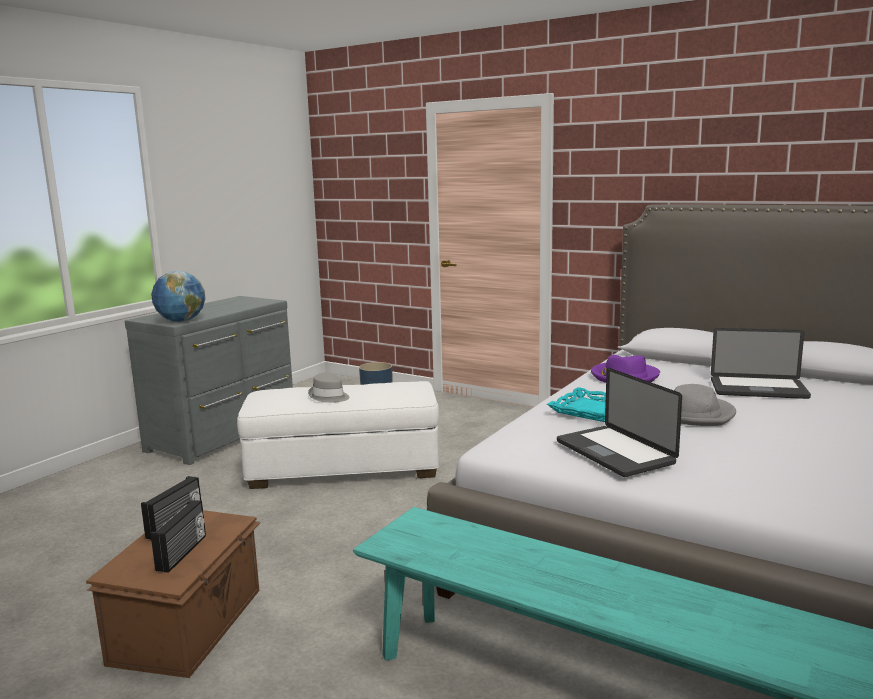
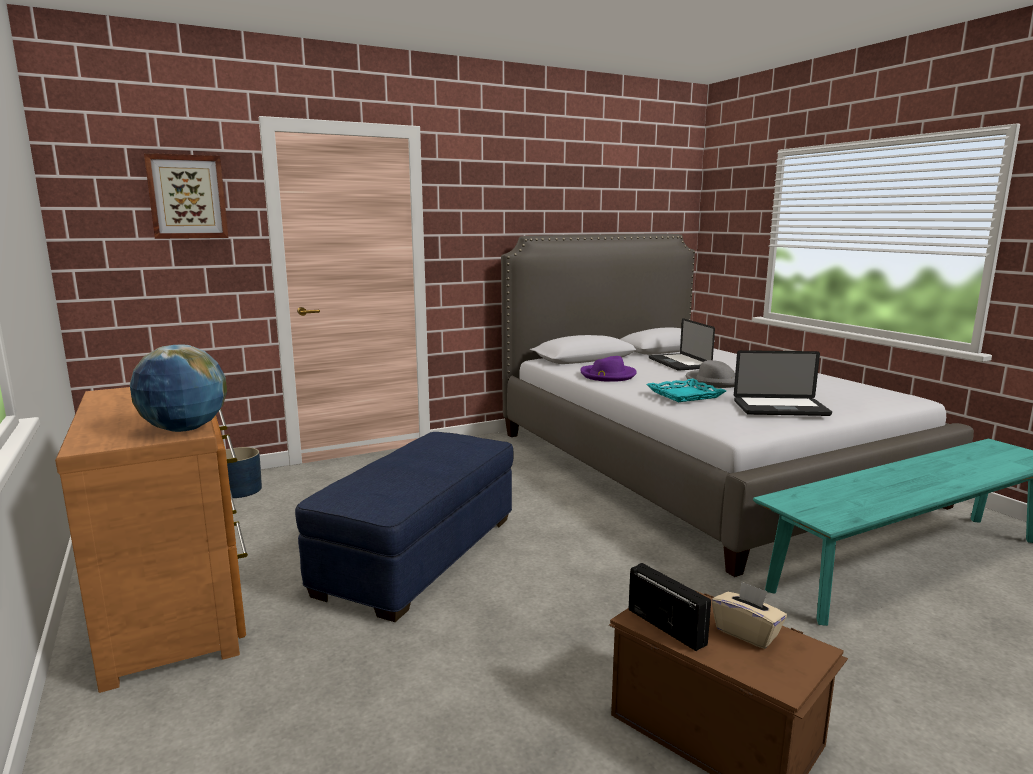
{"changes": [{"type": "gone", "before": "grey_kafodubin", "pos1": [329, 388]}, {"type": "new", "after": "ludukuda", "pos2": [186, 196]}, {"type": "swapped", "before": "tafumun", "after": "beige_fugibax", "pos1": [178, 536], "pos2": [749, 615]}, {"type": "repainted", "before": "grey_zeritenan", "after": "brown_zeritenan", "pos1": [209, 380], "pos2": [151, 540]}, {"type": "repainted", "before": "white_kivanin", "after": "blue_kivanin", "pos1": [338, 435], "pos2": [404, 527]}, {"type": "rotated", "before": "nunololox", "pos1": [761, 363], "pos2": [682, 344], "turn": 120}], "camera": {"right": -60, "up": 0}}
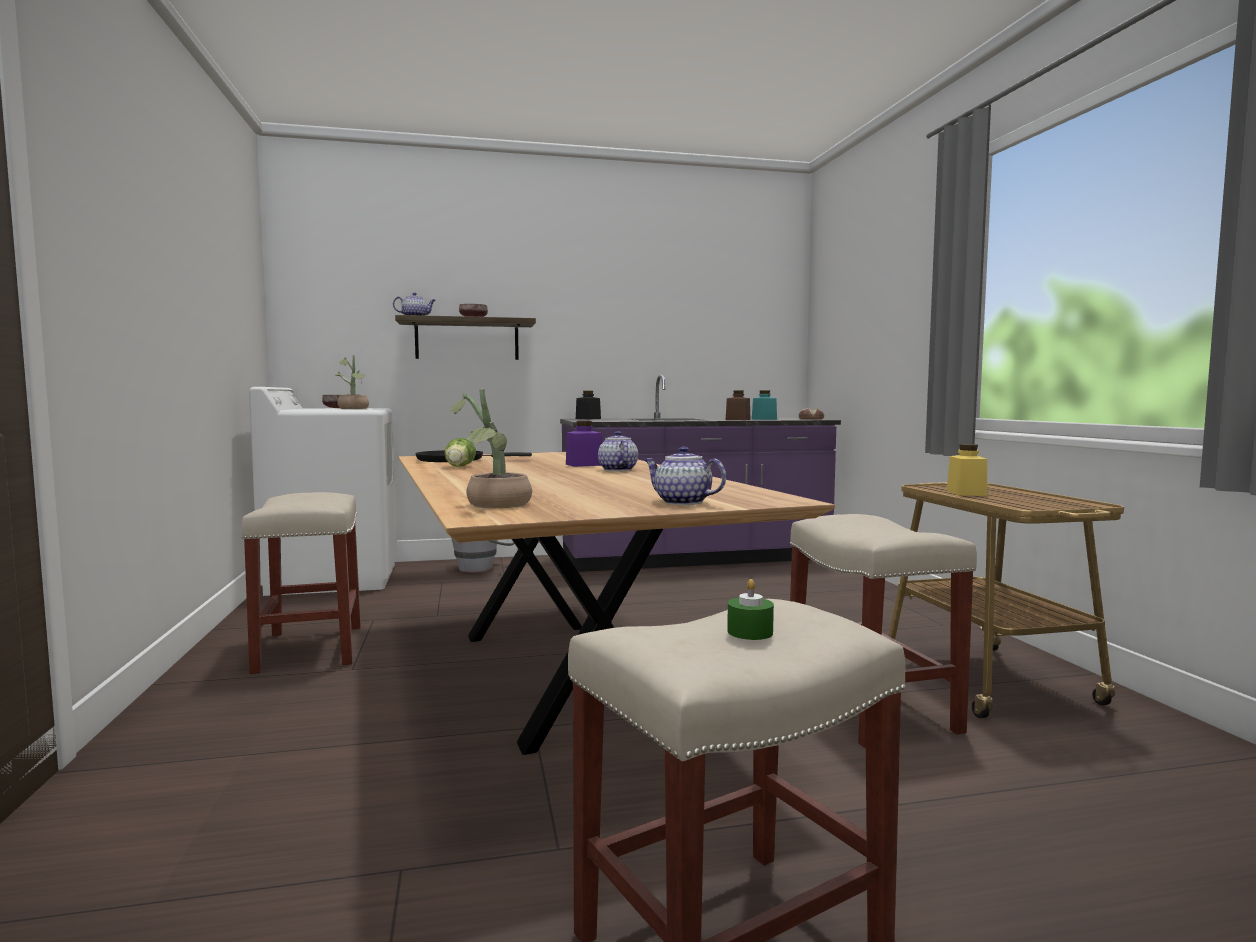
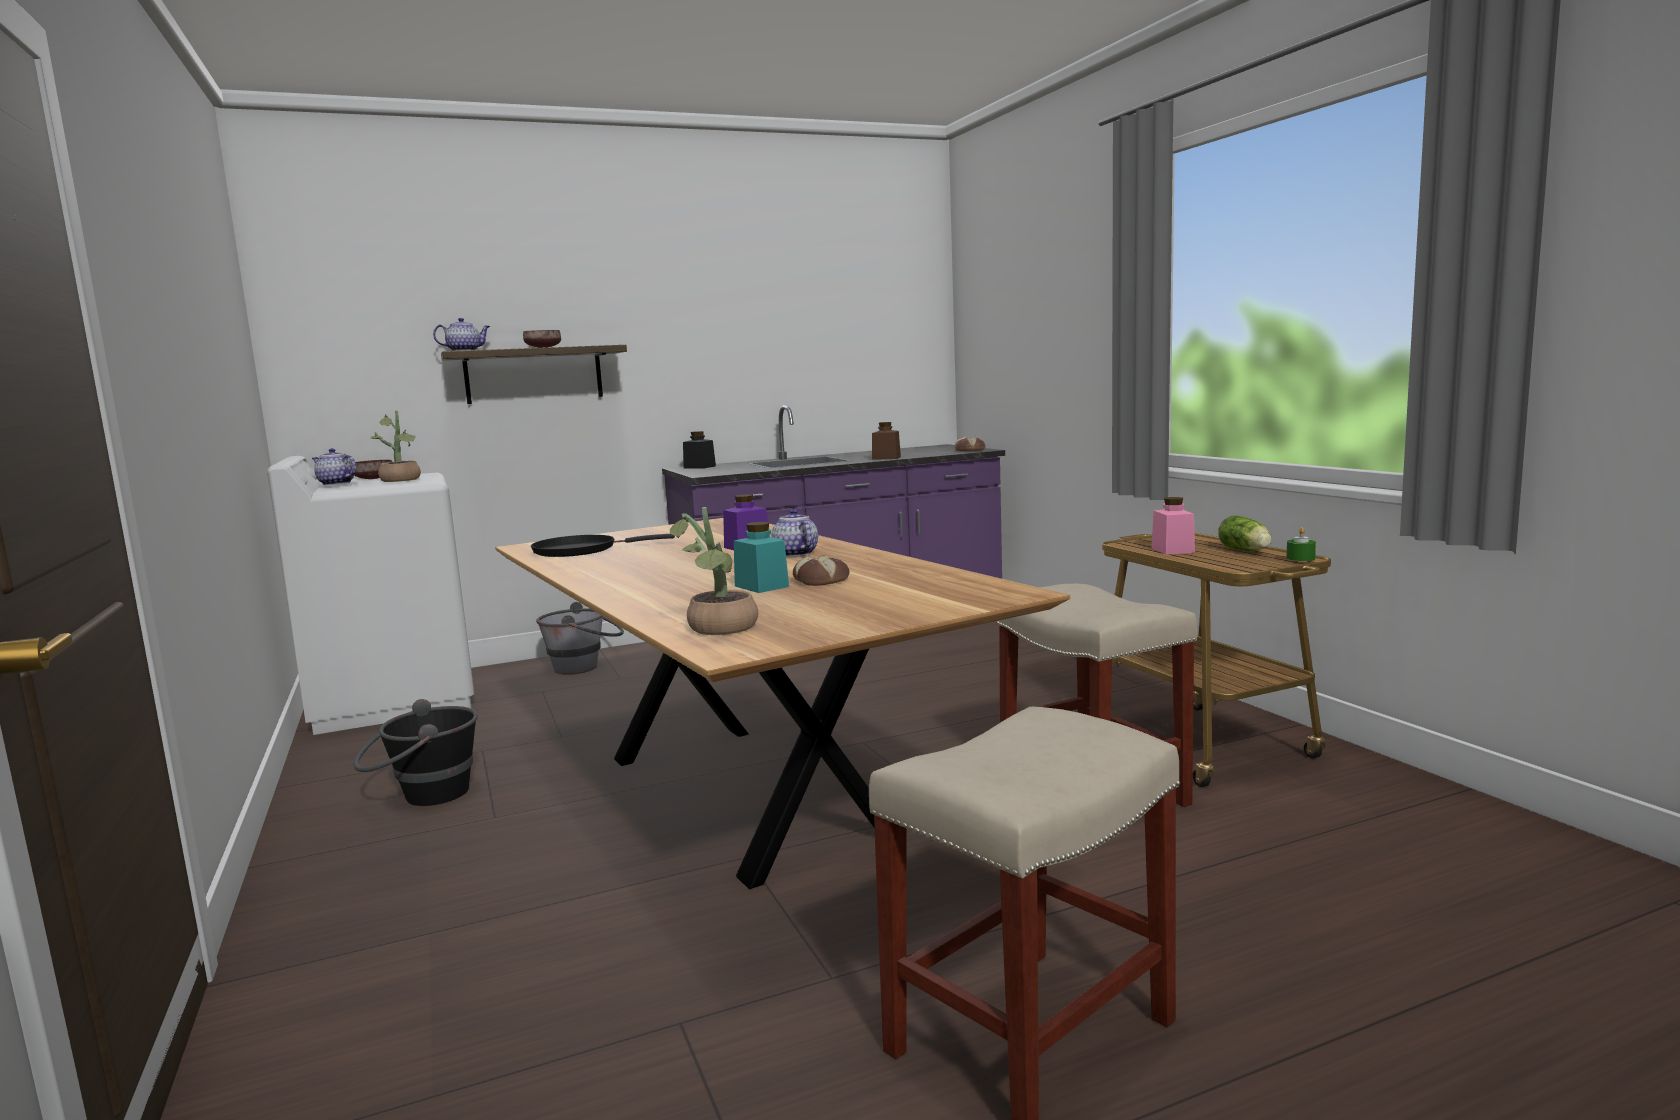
{"changes": [{"type": "new", "after": "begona", "pos2": [821, 570]}, {"type": "shifted", "before": "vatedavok", "pos1": [460, 452], "pos2": [1245, 533]}, {"type": "shifted", "before": "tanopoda", "pos1": [685, 475], "pos2": [334, 466]}, {"type": "shifted", "before": "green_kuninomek", "pos1": [750, 609], "pos2": [1301, 544]}, {"type": "shifted", "before": "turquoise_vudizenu", "pos1": [764, 405], "pos2": [761, 557]}, {"type": "swapped", "before": "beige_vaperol", "after": "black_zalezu", "pos1": [301, 583], "pos2": [415, 752]}, {"type": "repainted", "before": "yellow_vudizenu", "after": "pink_vudizenu", "pos1": [967, 470], "pos2": [1173, 526]}], "camera": {"right": -10, "up": 5}}
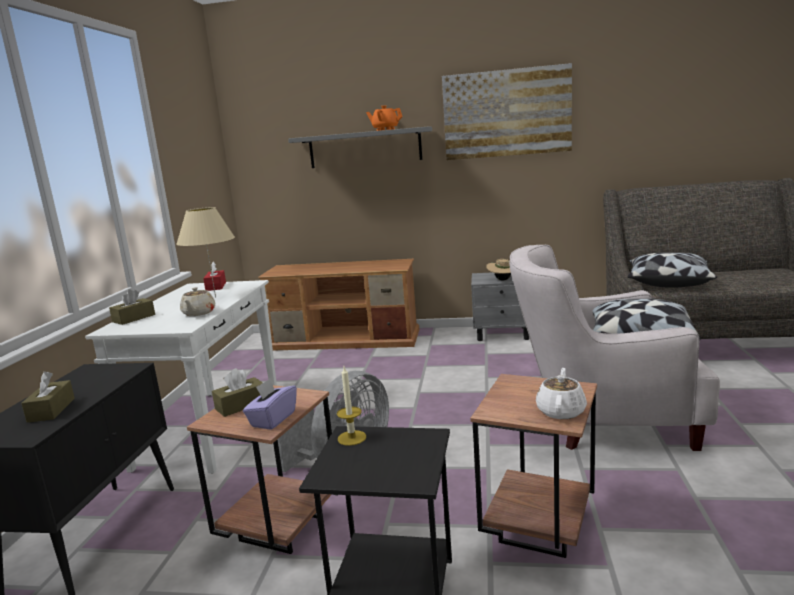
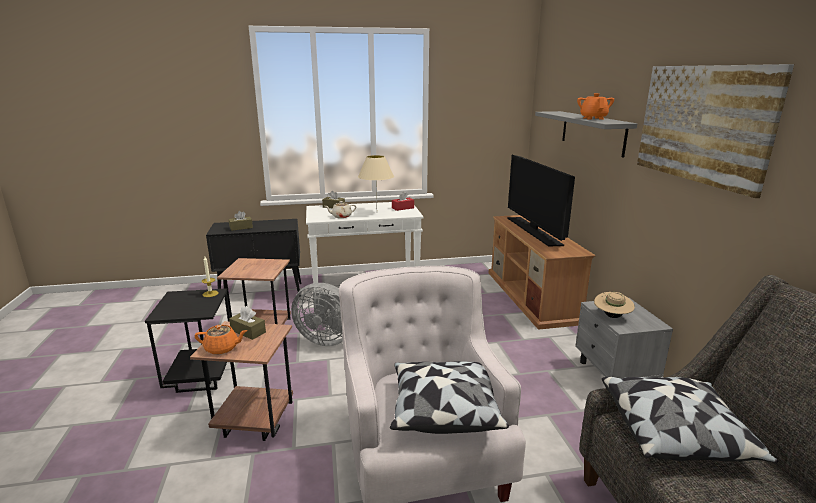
{"changes": [{"type": "gone", "before": "purple_fugibax", "pos1": [270, 404]}, {"type": "new", "after": "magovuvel", "pos2": [541, 200]}, {"type": "shifted", "before": "brown_fugibax", "pos1": [237, 392], "pos2": [247, 323]}, {"type": "repainted", "before": "white_tanopoda", "after": "orange_tanopoda", "pos1": [561, 393], "pos2": [221, 340]}], "camera": {"right": 70, "up": 5}}
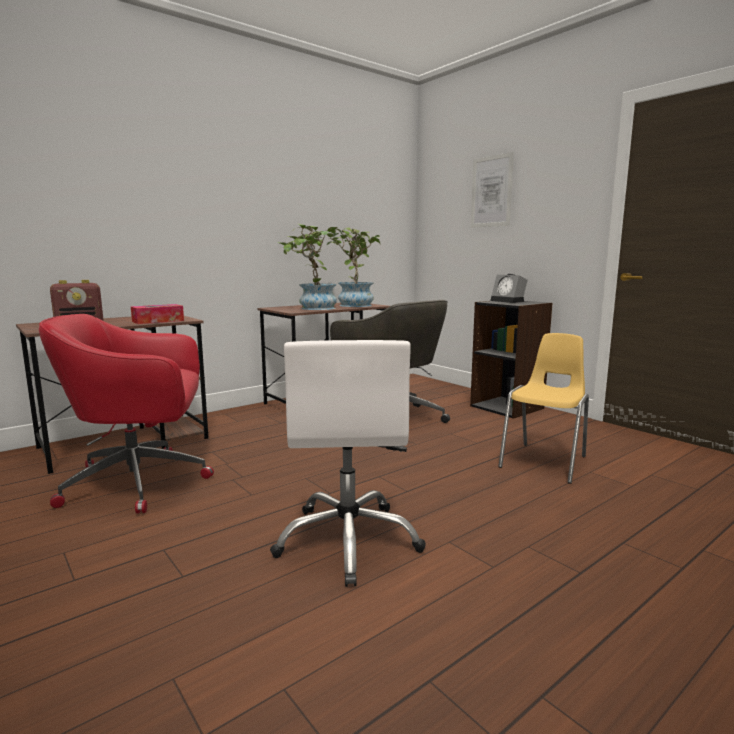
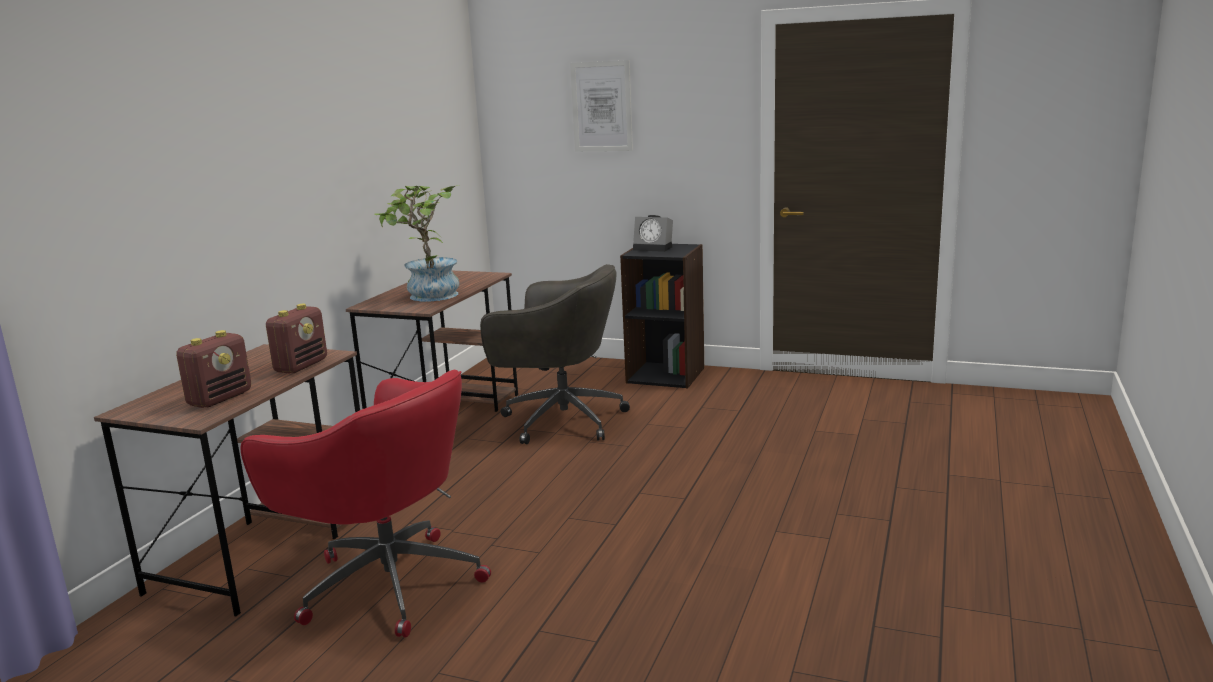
{"changes": [{"type": "gone", "before": "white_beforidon", "pos1": [348, 463]}, {"type": "gone", "before": "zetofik", "pos1": [354, 267]}, {"type": "gone", "before": "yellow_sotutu", "pos1": [543, 408]}, {"type": "swapped", "before": "fugibax", "after": "tafumun", "pos1": [157, 314], "pos2": [296, 338]}, {"type": "rotated", "before": "red_beforidon", "pos1": [126, 414], "pos2": [366, 504], "turn": -105}], "camera": {"right": -30, "up": 5}}
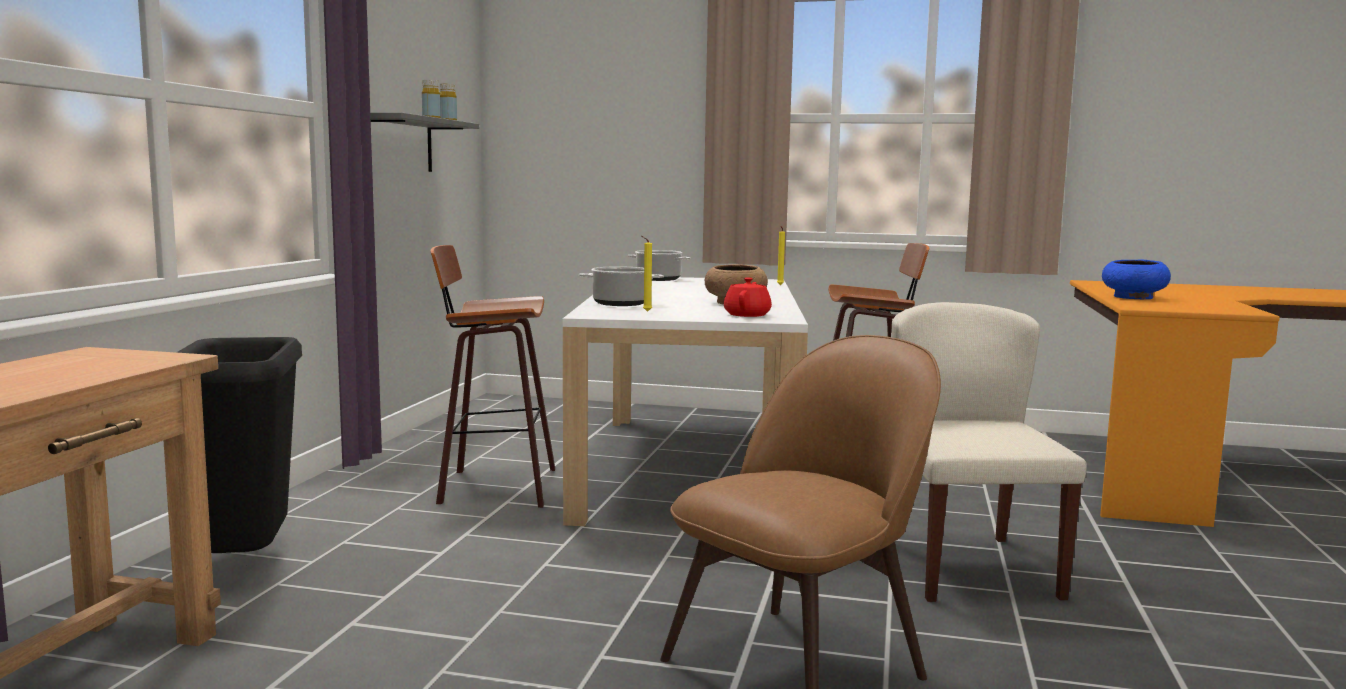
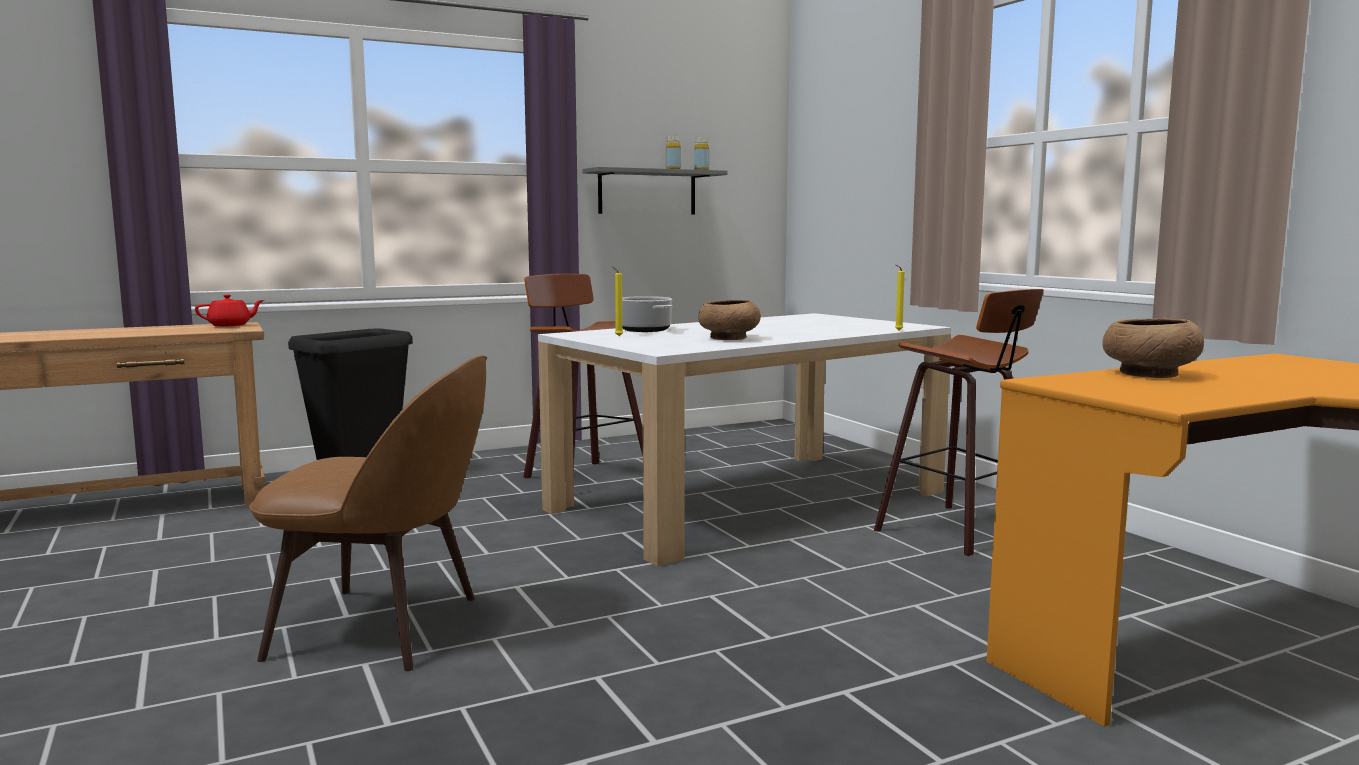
{"changes": [{"type": "gone", "before": "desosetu", "pos1": [659, 265]}, {"type": "gone", "before": "beige_sotutu", "pos1": [989, 452]}, {"type": "shifted", "before": "red_tanopoda", "pos1": [748, 297], "pos2": [229, 311]}, {"type": "repainted", "before": "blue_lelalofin", "after": "brown_lelalofin", "pos1": [1136, 279], "pos2": [1153, 348]}], "camera": {"right": 50, "up": 0}}
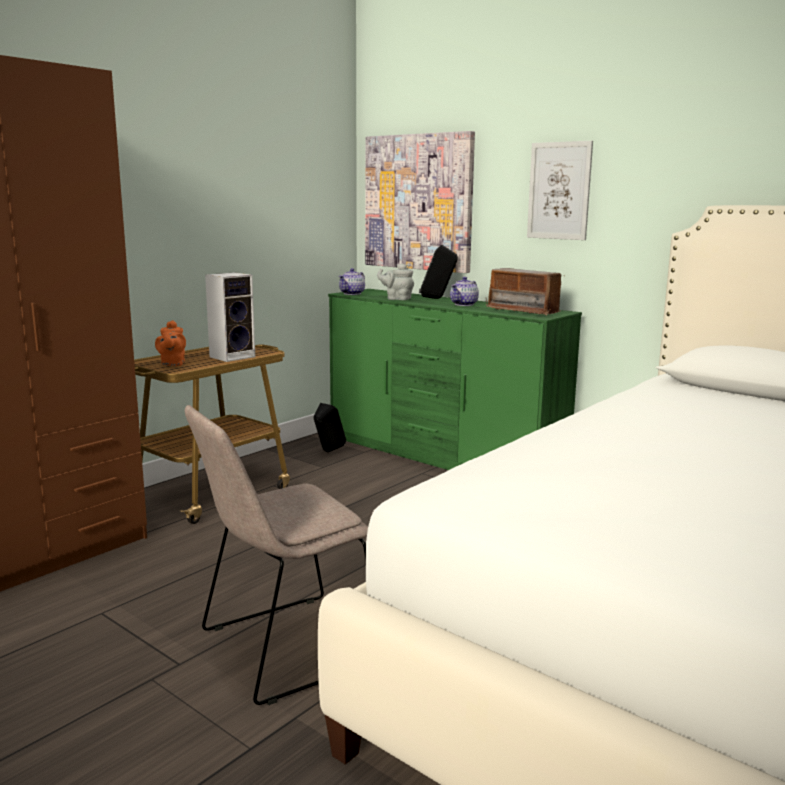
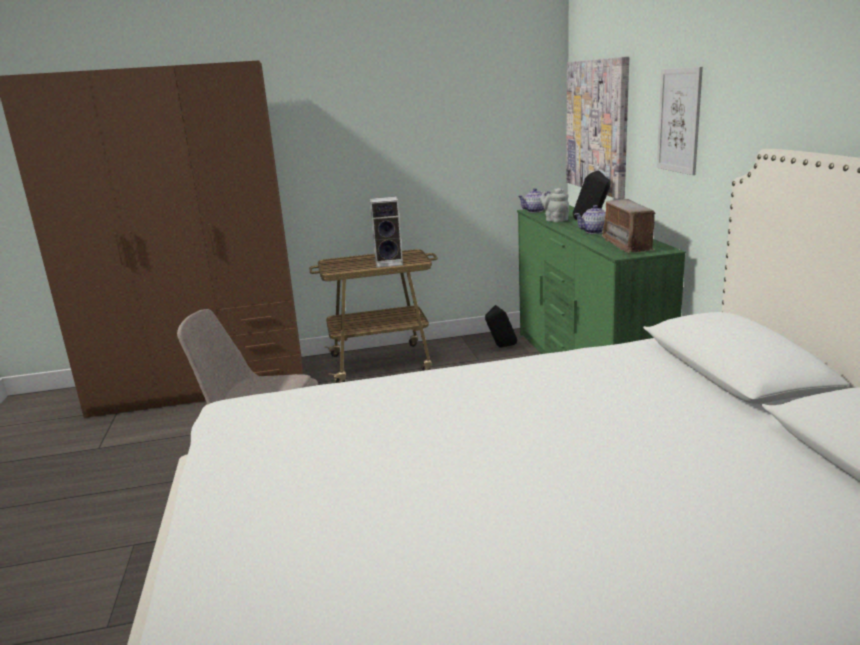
{"changes": [{"type": "gone", "before": "orange_tanopoda", "pos1": [170, 343]}], "camera": {"right": 40, "up": 5}}
